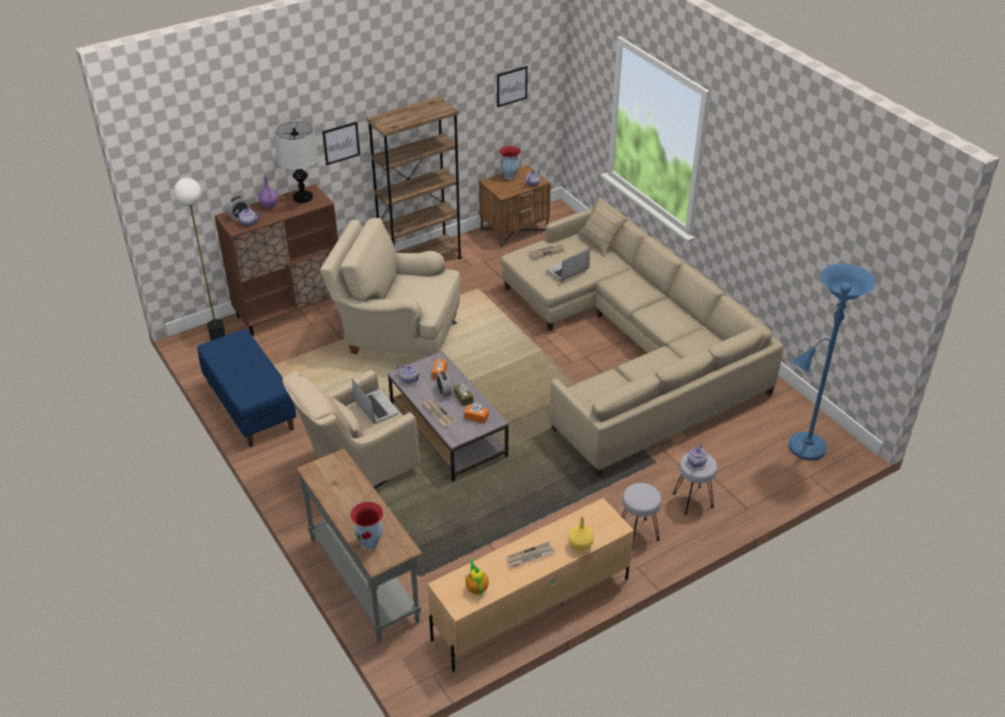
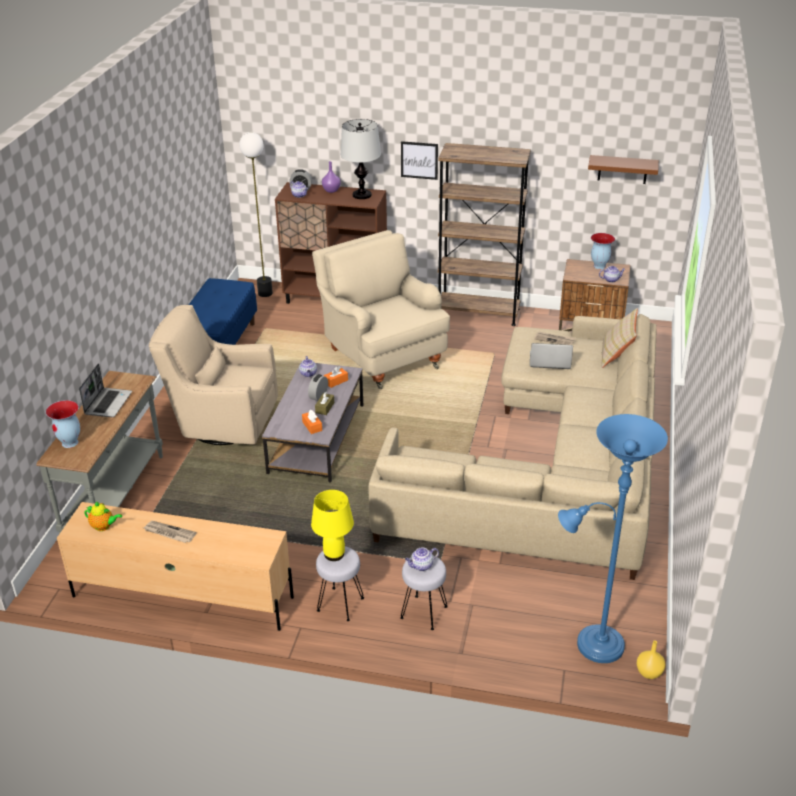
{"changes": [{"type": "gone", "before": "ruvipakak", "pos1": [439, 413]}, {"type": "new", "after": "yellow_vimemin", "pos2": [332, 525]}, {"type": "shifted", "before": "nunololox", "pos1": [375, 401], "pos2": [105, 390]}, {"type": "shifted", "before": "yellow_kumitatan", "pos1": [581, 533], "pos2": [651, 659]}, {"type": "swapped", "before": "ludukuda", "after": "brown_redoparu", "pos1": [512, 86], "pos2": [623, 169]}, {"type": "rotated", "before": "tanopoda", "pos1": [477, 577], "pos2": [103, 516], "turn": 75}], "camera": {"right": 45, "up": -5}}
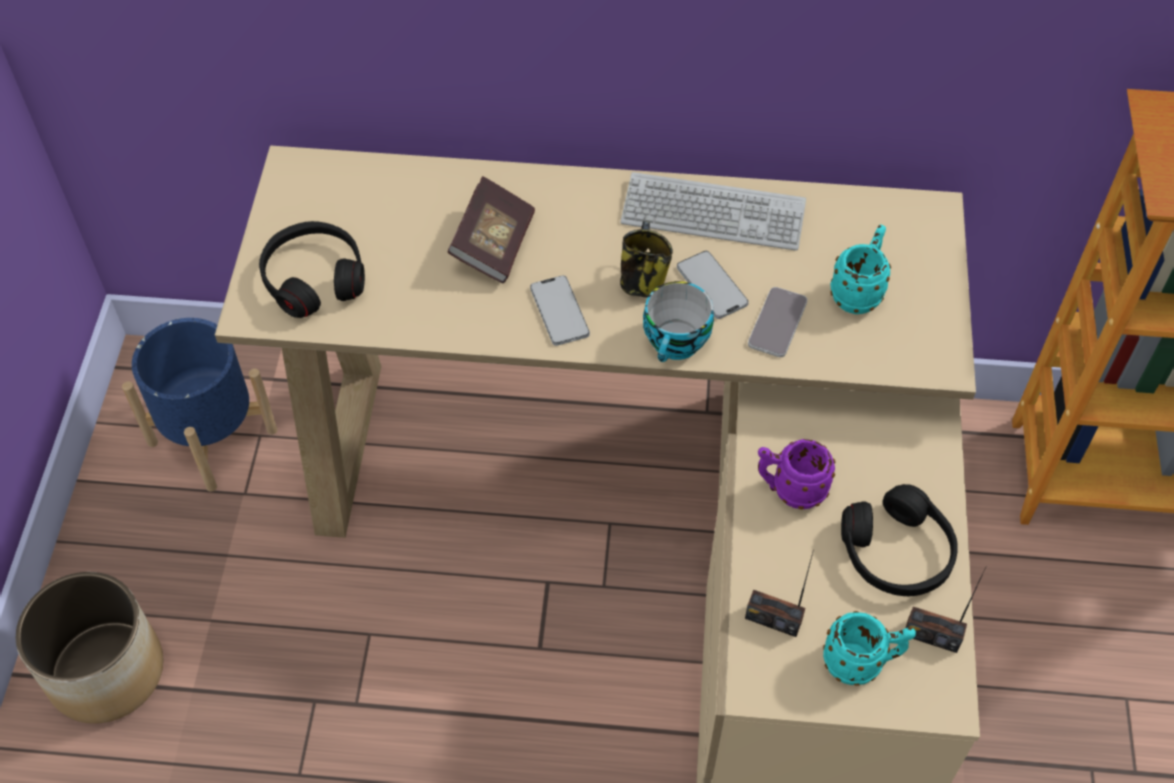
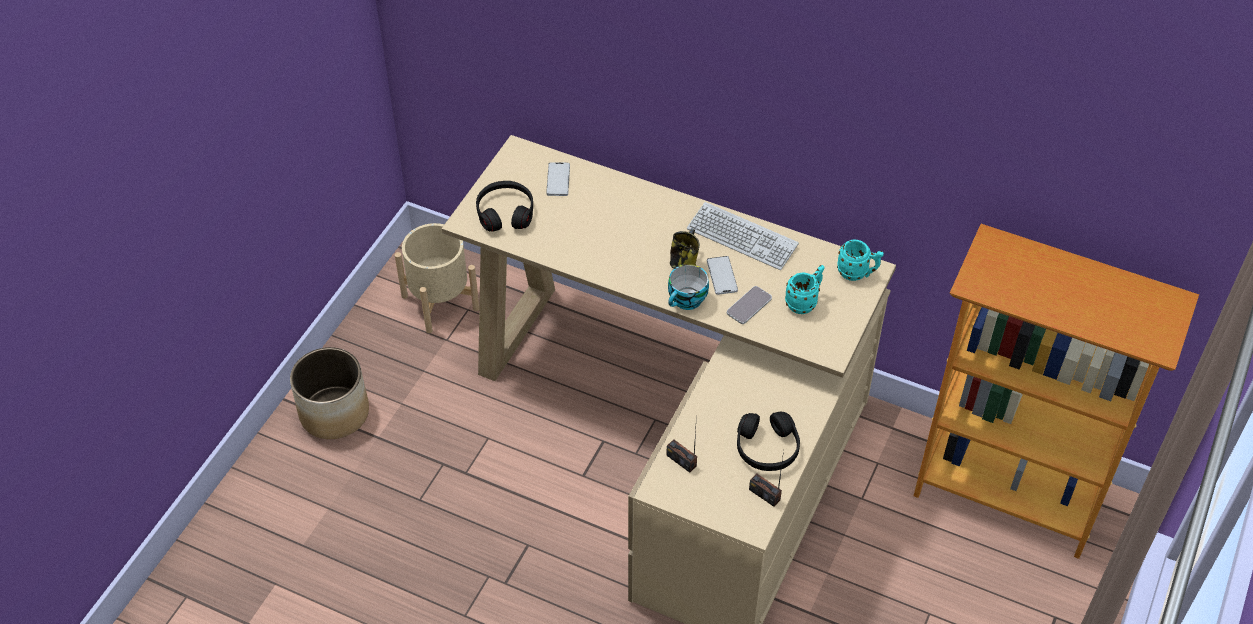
{"changes": [{"type": "gone", "before": "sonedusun", "pos1": [491, 229]}, {"type": "gone", "before": "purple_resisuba", "pos1": [796, 474]}, {"type": "shifted", "before": "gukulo", "pos1": [560, 310], "pos2": [558, 179]}, {"type": "shifted", "before": "turquoise_resisuba", "pos1": [869, 648], "pos2": [860, 260]}, {"type": "repainted", "before": "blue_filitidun", "after": "beige_filitidun", "pos1": [199, 405], "pos2": [437, 278]}], "camera": {"right": 20, "up": -5}}
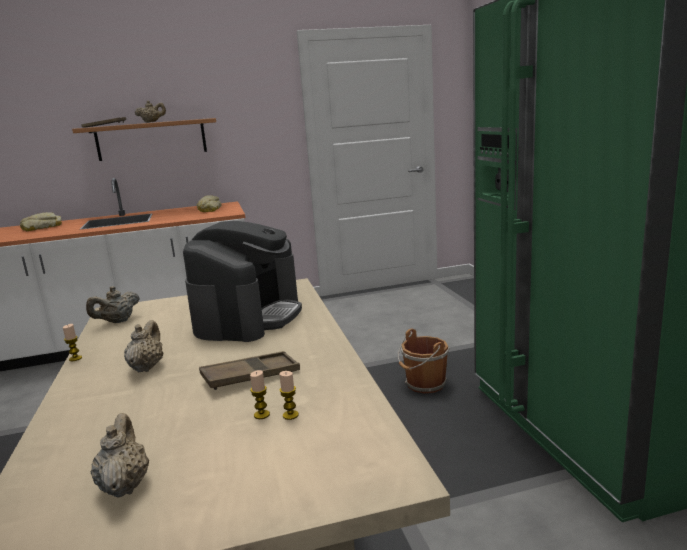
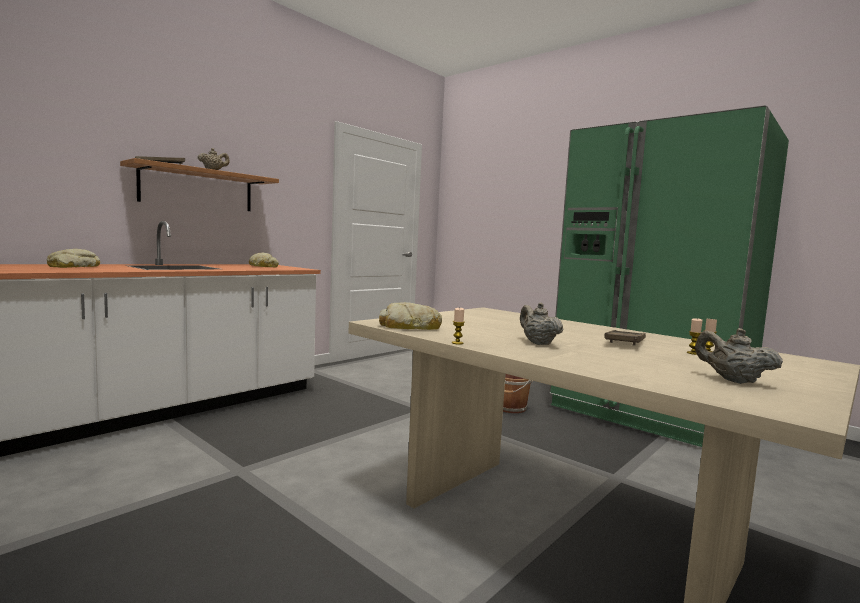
{"changes": [{"type": "gone", "before": "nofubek", "pos1": [242, 281]}, {"type": "swapped", "before": "beige_tanopoda", "after": "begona", "pos1": [113, 304], "pos2": [410, 316]}], "camera": {"right": -35, "up": -10}}
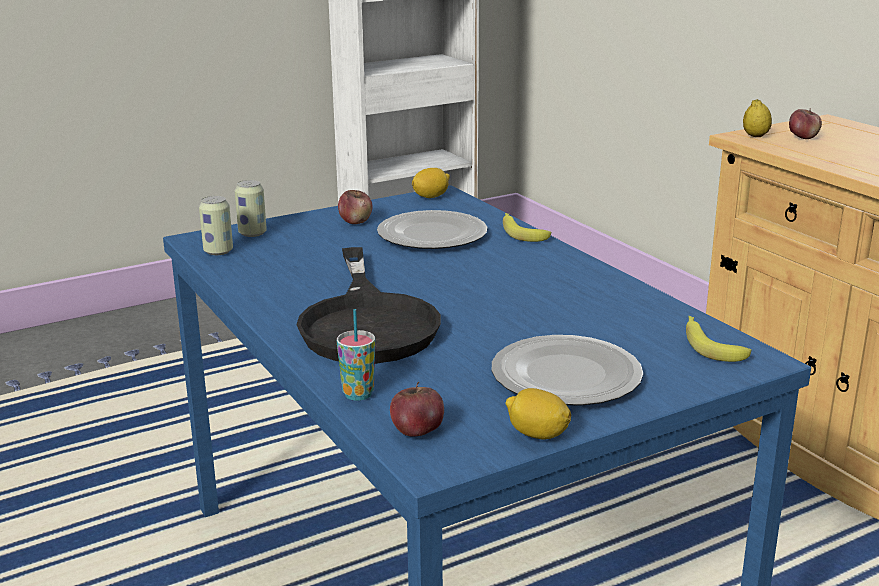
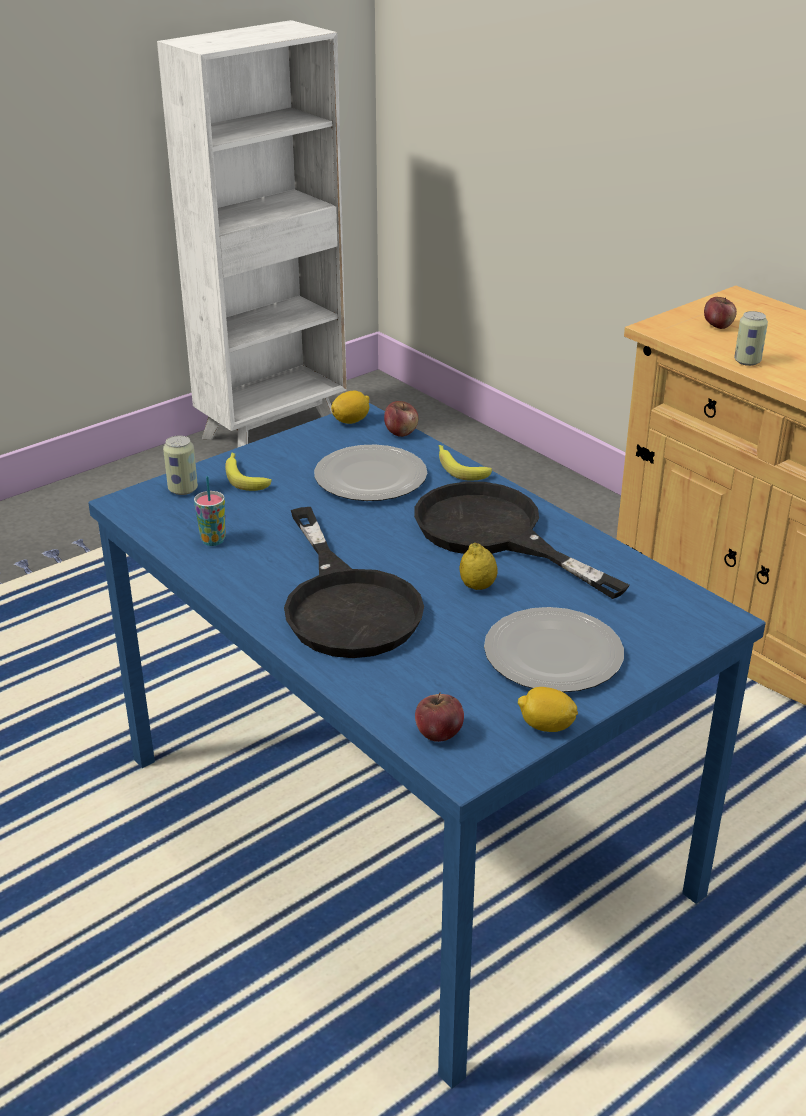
{"changes": [{"type": "new", "after": "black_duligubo", "pos2": [522, 540]}, {"type": "shifted", "before": "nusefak", "pos1": [216, 225], "pos2": [751, 338]}, {"type": "shifted", "before": "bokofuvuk", "pos1": [356, 355], "pos2": [209, 511]}, {"type": "shifted", "before": "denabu", "pos1": [355, 207], "pos2": [401, 419]}, {"type": "shifted", "before": "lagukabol", "pos1": [718, 339], "pos2": [248, 471]}, {"type": "shifted", "before": "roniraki", "pos1": [757, 118], "pos2": [478, 566]}], "camera": {"right": -10, "up": 10}}
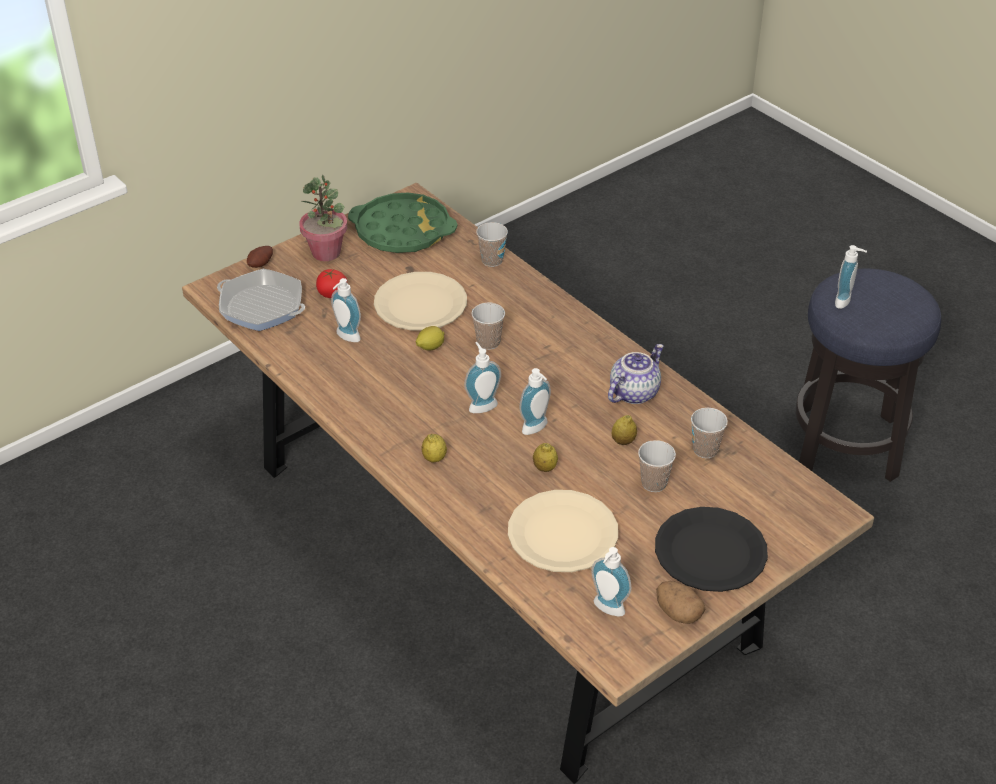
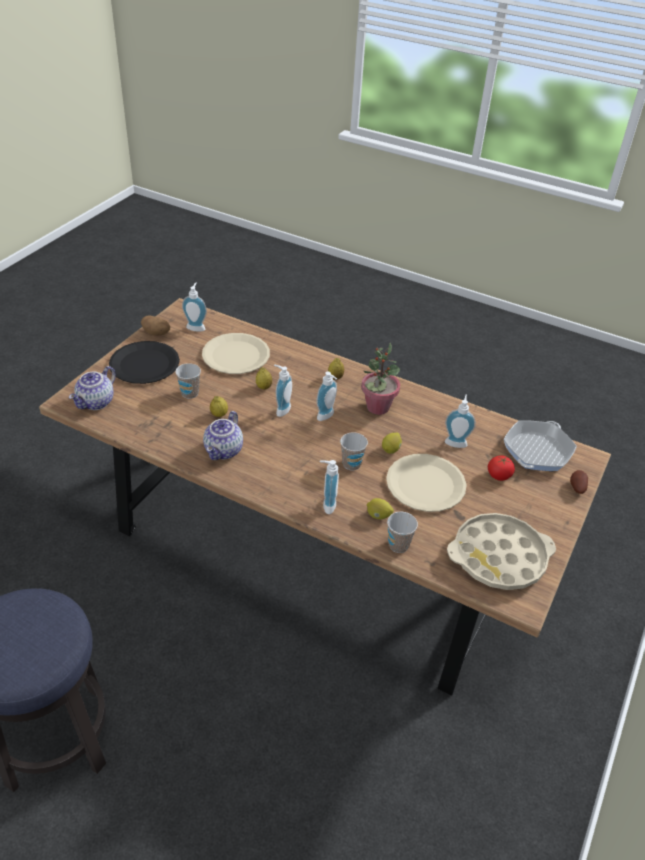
{"changes": [{"type": "gone", "before": "bokofuvuk", "pos1": [709, 433]}, {"type": "new", "after": "tanopoda", "pos2": [92, 388]}, {"type": "new", "after": "roniraki", "pos2": [380, 508]}, {"type": "shifted", "before": "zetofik", "pos1": [323, 217], "pos2": [380, 379]}, {"type": "shifted", "before": "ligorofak", "pos1": [851, 277], "pos2": [329, 487]}, {"type": "repainted", "before": "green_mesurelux", "after": "beige_mesurelux", "pos1": [402, 222], "pos2": [501, 551]}, {"type": "rotated", "before": "duligubo", "pos1": [261, 300], "pos2": [540, 445], "turn": -60}], "camera": {"right": 155, "up": 0}}
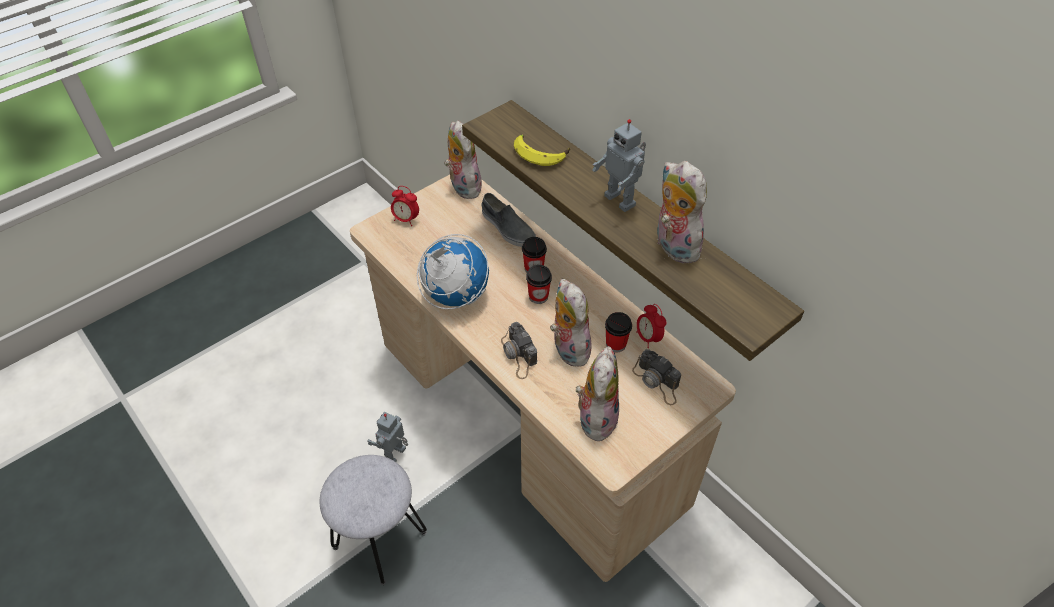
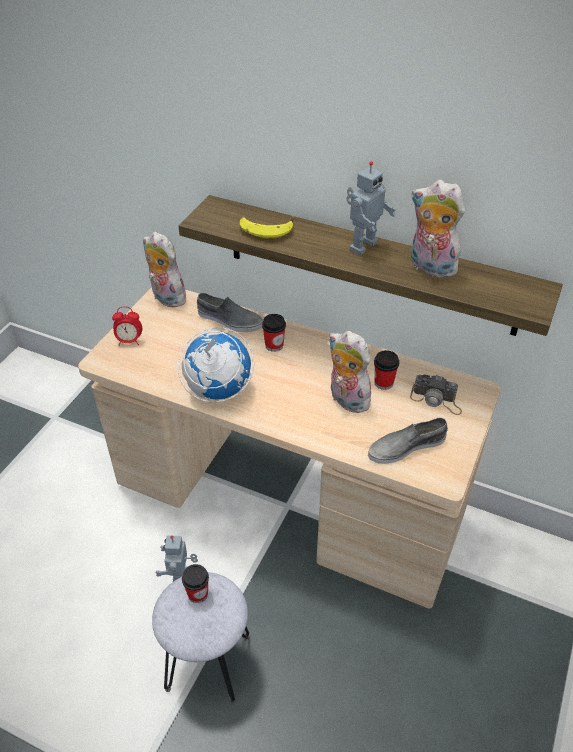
{"changes": [{"type": "gone", "before": "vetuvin", "pos1": [519, 350]}, {"type": "gone", "before": "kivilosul", "pos1": [651, 326]}, {"type": "shifted", "before": "bokofuvuk", "pos1": [539, 284], "pos2": [195, 583]}, {"type": "swapped", "before": "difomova", "after": "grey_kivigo", "pos1": [597, 394], "pos2": [408, 440]}, {"type": "rotated", "before": "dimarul", "pos1": [619, 165], "pos2": [371, 208], "turn": -75}], "camera": {"right": -25, "up": -5}}
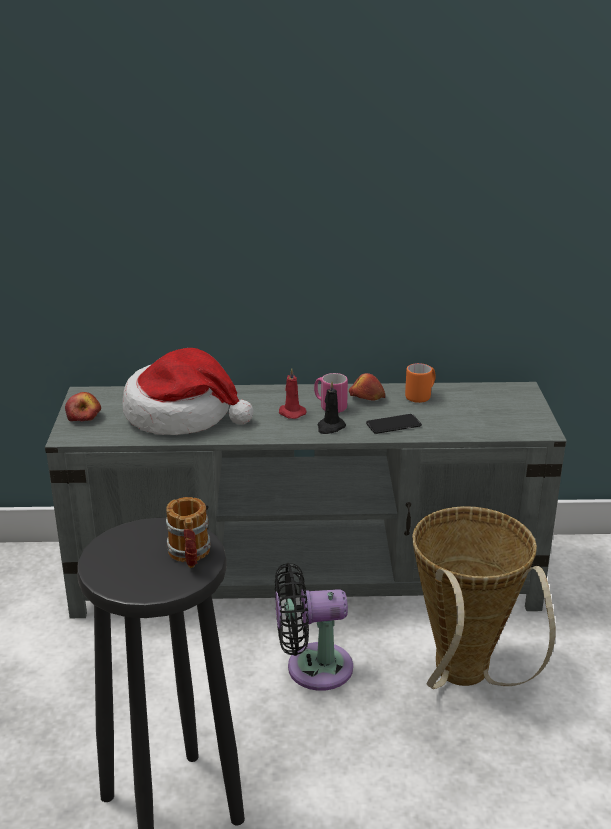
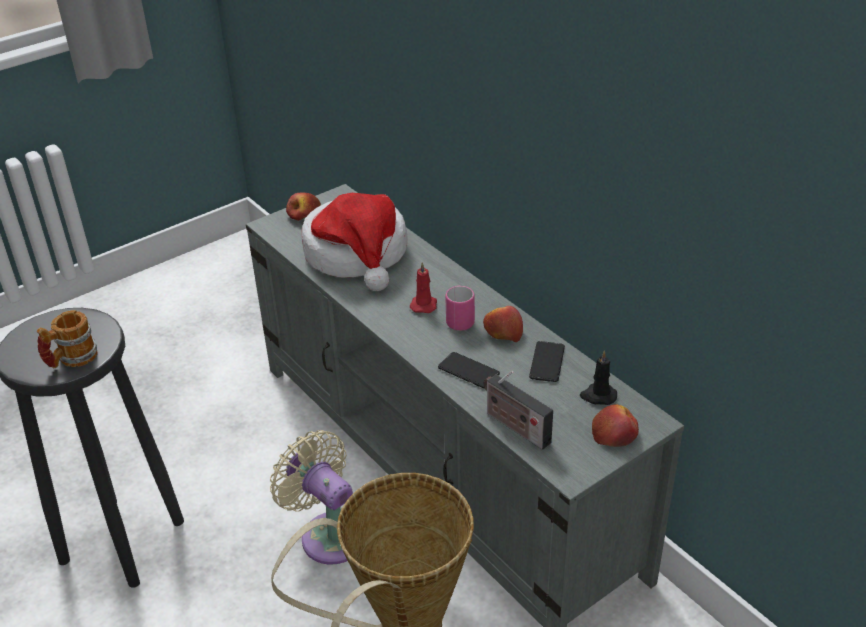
{"changes": [{"type": "new", "after": "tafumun", "pos2": [518, 410]}, {"type": "new", "after": "denabu", "pos2": [615, 426]}, {"type": "shifted", "before": "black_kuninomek", "pos1": [331, 407], "pos2": [598, 377]}, {"type": "swapped", "before": "orange_resisuba", "after": "gukulo", "pos1": [420, 383], "pos2": [547, 361]}, {"type": "repainted", "before": "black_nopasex", "after": "beige_nopasex", "pos1": [314, 627], "pos2": [311, 497]}], "camera": {"right": 55, "up": 10}}
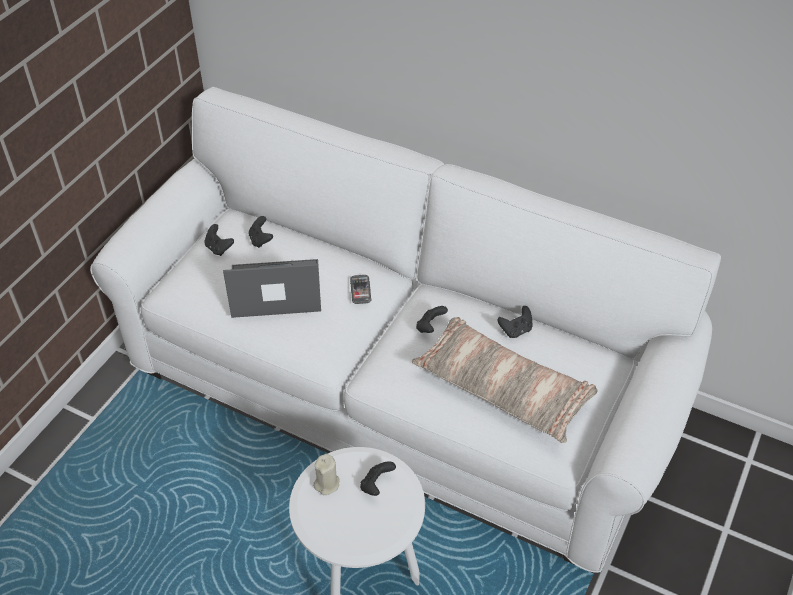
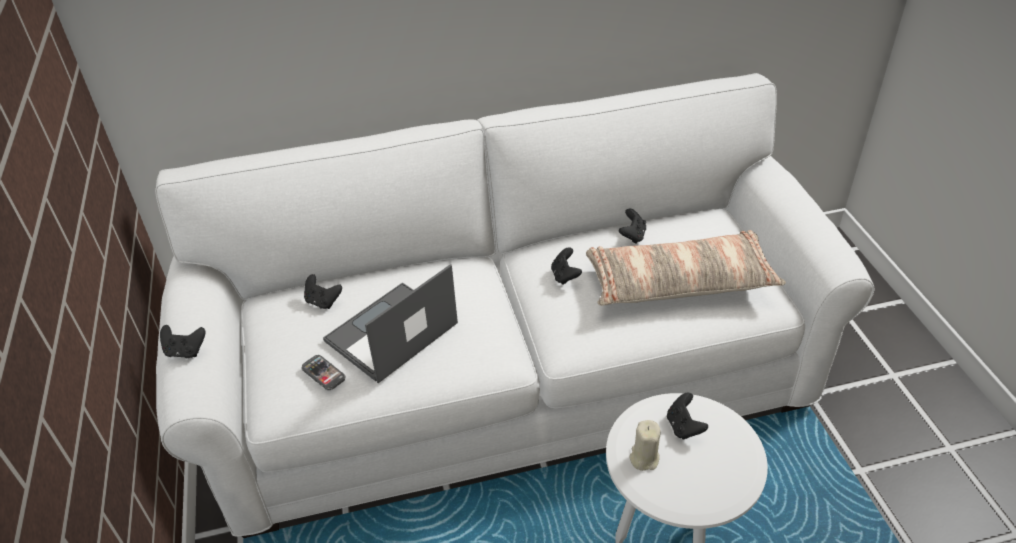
{"changes": [{"type": "shifted", "before": "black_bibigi", "pos1": [219, 240], "pos2": [183, 341]}, {"type": "shifted", "before": "gukulo", "pos1": [360, 289], "pos2": [323, 372]}], "camera": {"right": -40, "up": -5}}
